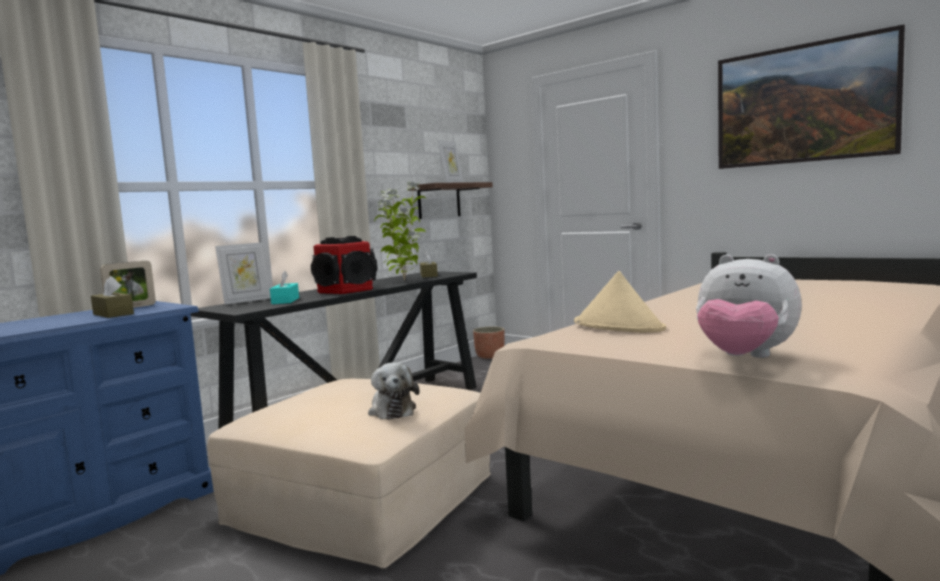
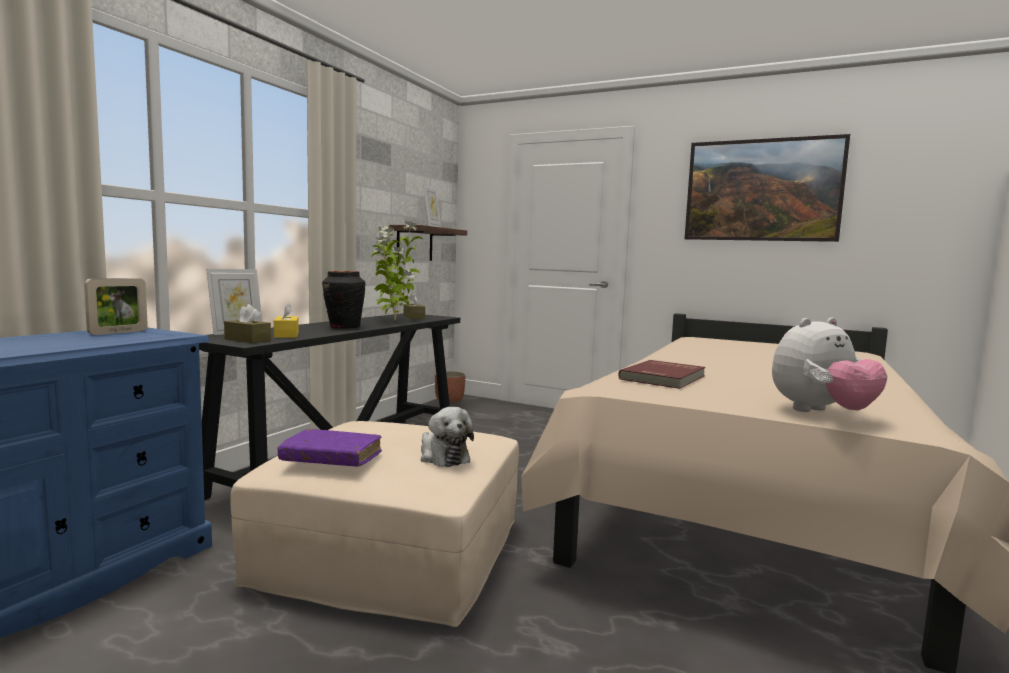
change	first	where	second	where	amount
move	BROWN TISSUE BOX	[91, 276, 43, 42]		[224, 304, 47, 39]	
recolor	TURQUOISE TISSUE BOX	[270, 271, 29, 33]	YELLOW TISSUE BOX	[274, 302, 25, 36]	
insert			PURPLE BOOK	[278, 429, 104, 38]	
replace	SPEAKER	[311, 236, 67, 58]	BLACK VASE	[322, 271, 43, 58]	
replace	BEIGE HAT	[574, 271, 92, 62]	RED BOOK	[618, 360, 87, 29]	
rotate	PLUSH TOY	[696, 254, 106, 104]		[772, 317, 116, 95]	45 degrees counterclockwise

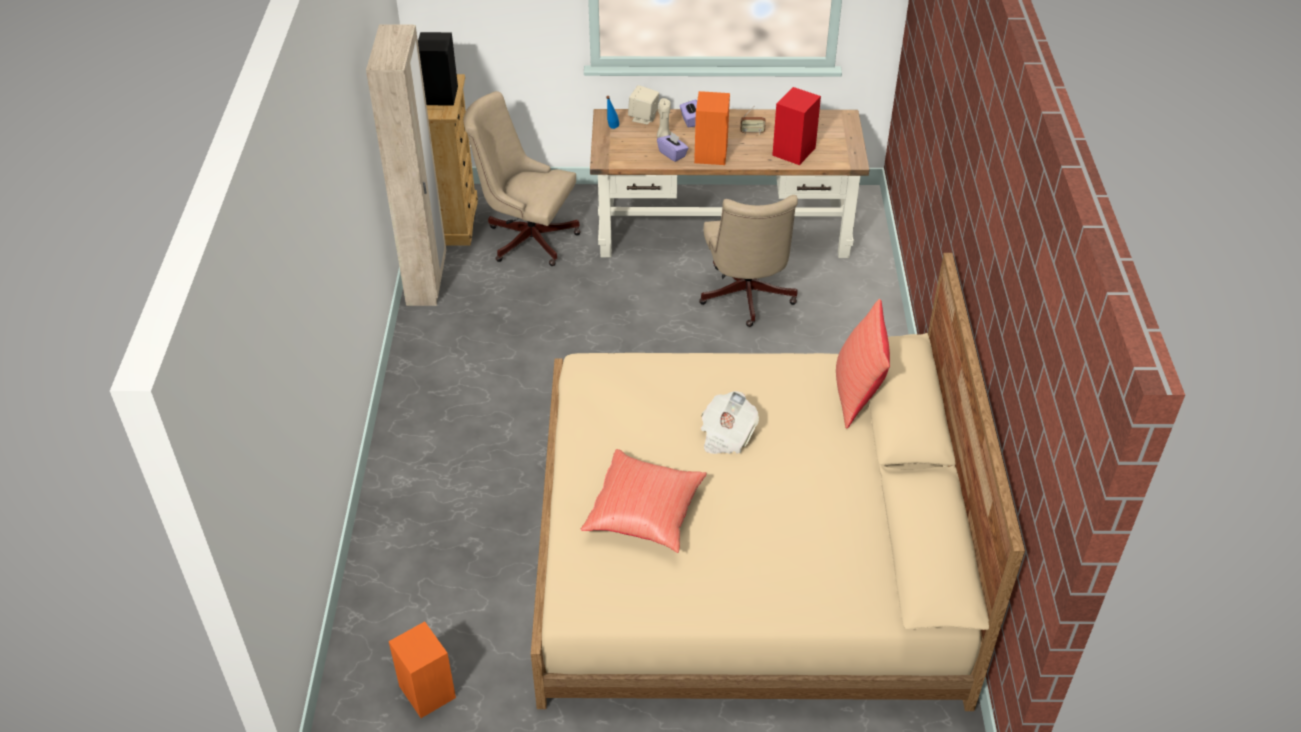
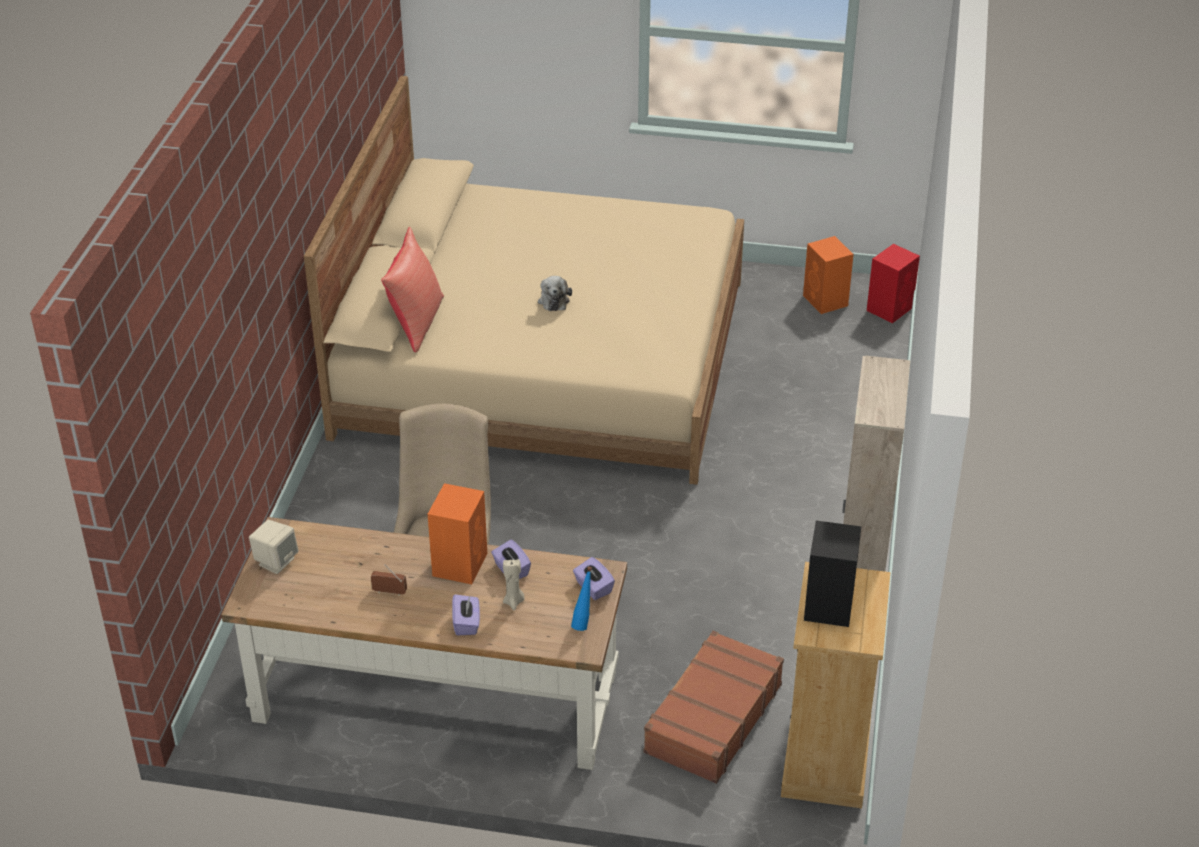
change	first	where	second	where	amount
move	BEIGE SPEAKER	[628, 85, 31, 39]		[249, 520, 50, 54]	
replace	NEWSPAPER	[701, 391, 58, 63]	PLUSH TOY	[538, 276, 34, 35]	
insert			PURPLE TISSUE BOX	[573, 557, 42, 43]	
replace	BEIGE OFFICE CHAIR	[464, 91, 117, 175]	BROWN SUITCASE	[644, 631, 140, 153]	
move	RED SPEAKER	[772, 87, 49, 78]		[867, 244, 53, 79]	
delete	RED PILLOW	[581, 449, 126, 104]			

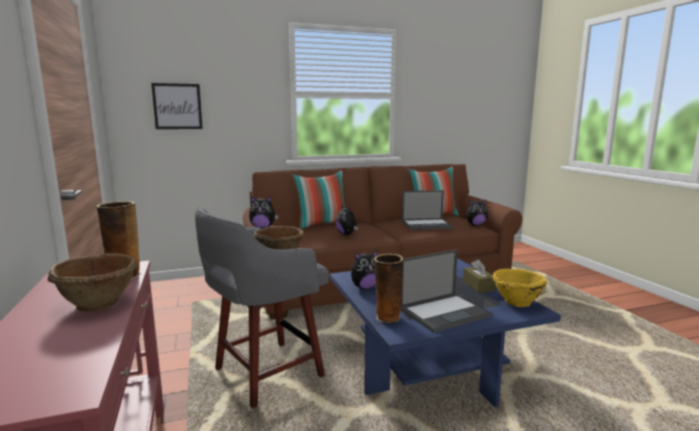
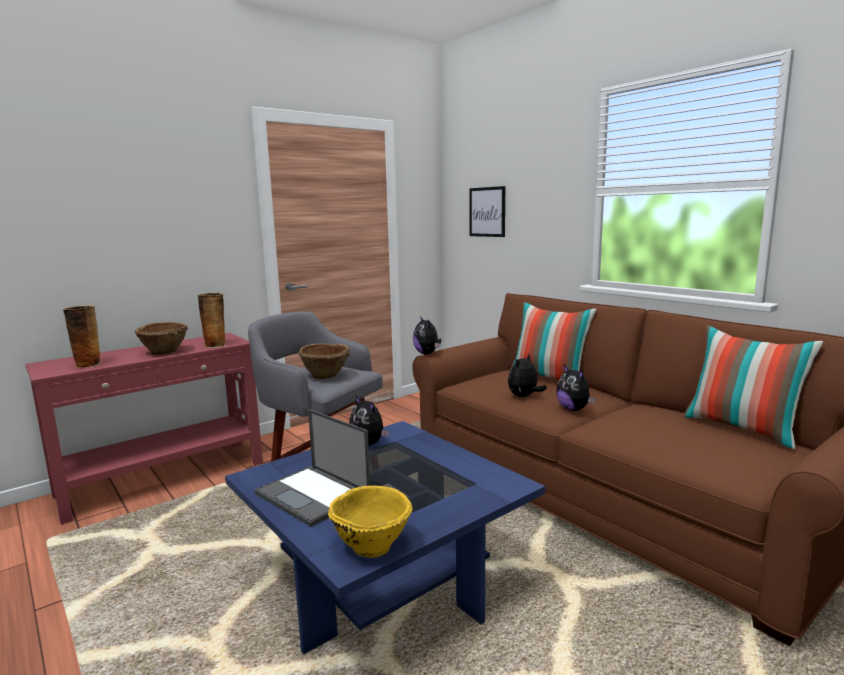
change	first	where	second	where	amount
move	VASE	[374, 254, 29, 69]		[63, 305, 38, 63]	
move	PLUSH TOY	[466, 200, 22, 26]		[556, 365, 40, 46]	
delete	LAPTOP	[402, 190, 51, 40]			
delete	BROWN TISSUE BOX	[463, 259, 32, 34]			

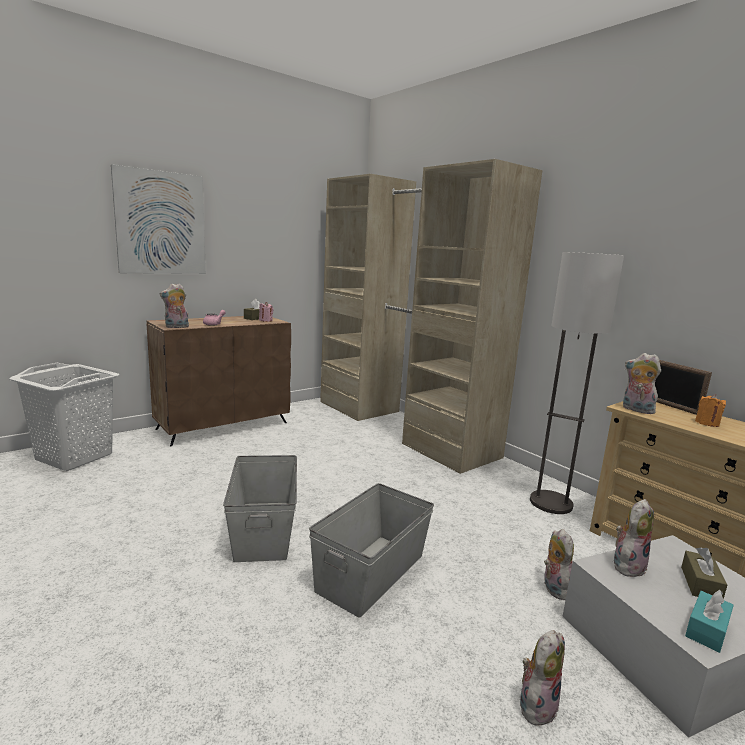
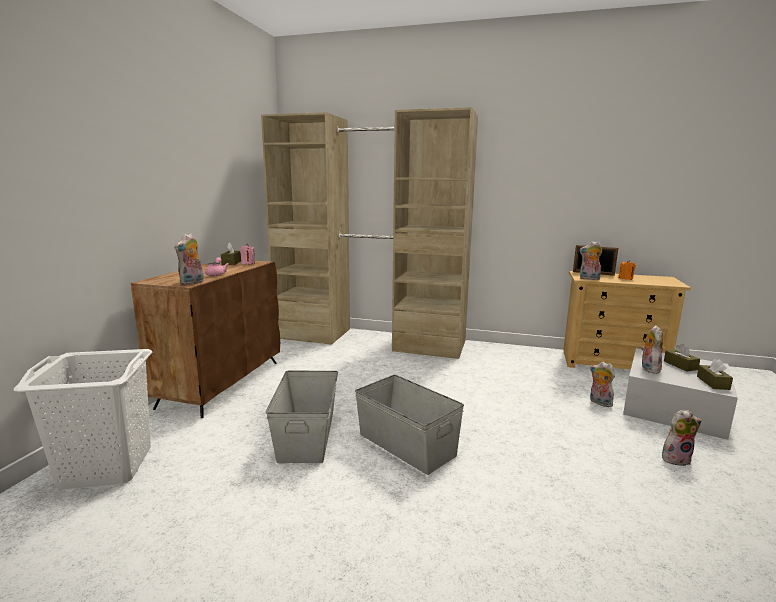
change	first	where	second	where	amount
move	GREY STORAGE BOX	[309, 483, 125, 134]		[266, 371, 72, 92]	
rotate	PLUSH TOY	[520, 630, 45, 100]		[662, 410, 39, 56]	75 degrees clockwise
recolor	TURQUOISE TISSUE BOX	[685, 590, 49, 63]	BROWN TISSUE BOX	[697, 359, 36, 31]	
delete	PICTURE	[111, 164, 95, 110]			
delete	FLOOR LAMP	[530, 252, 94, 262]			

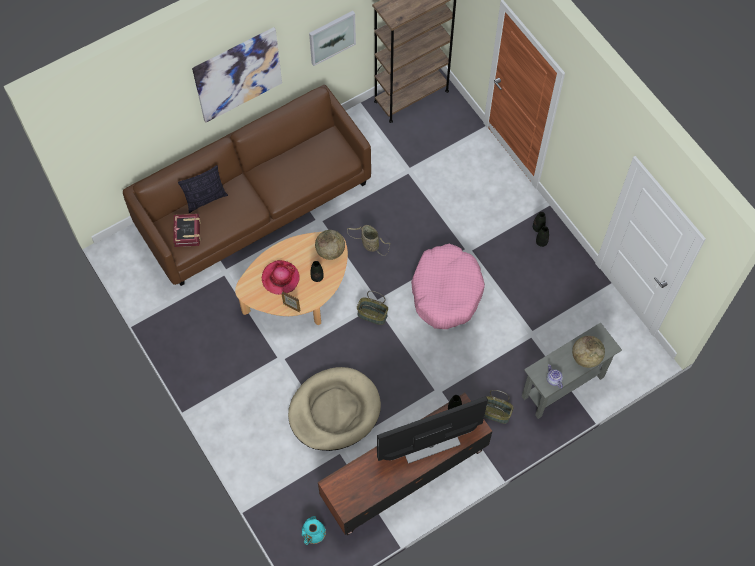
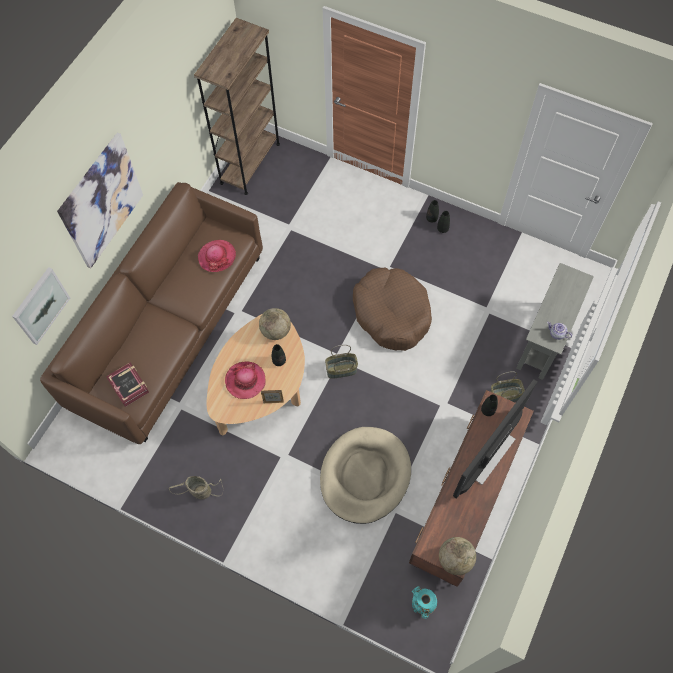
change	first	where	second	where	amount
move	PICTURE	[309, 11, 47, 55]		[12, 267, 58, 78]	
move	BASKET	[347, 225, 44, 31]		[169, 476, 54, 24]	
insert			HAT	[198, 240, 38, 32]	
recolor	PINK DOG BED	[411, 244, 74, 85]	BROWN DOG BED	[353, 268, 79, 83]	
move	GLOBE	[572, 336, 33, 32]		[439, 537, 37, 38]	
delete	PILLOW	[178, 165, 50, 48]			

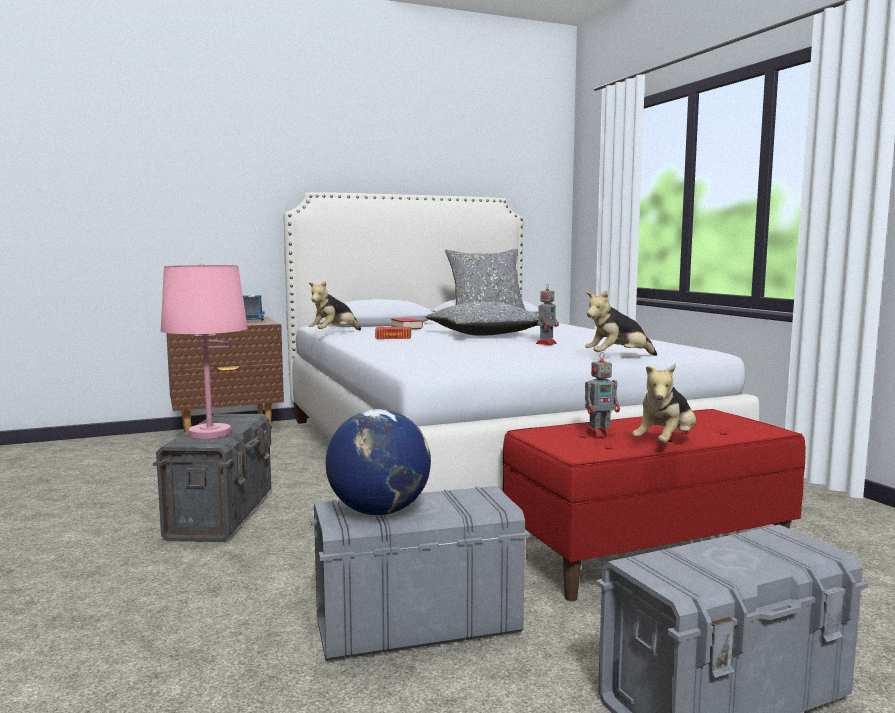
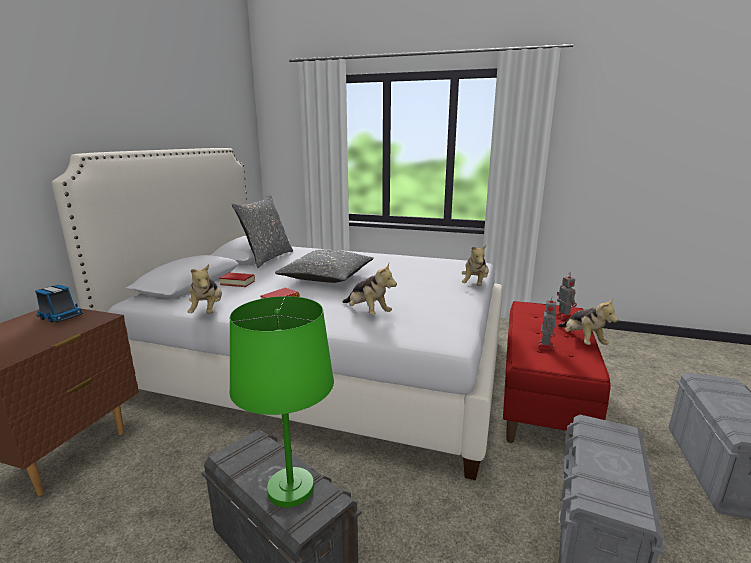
change	first	where	second	where	amount
recolor	PINK TABLE LAMP	[161, 263, 87, 176]	GREEN TABLE LAMP	[229, 296, 105, 211]	
insert			PLUSH TOY	[343, 263, 54, 52]	
move	TOY ROBOT	[536, 283, 23, 62]		[556, 272, 21, 47]	
delete	GLOBE	[326, 409, 105, 106]			

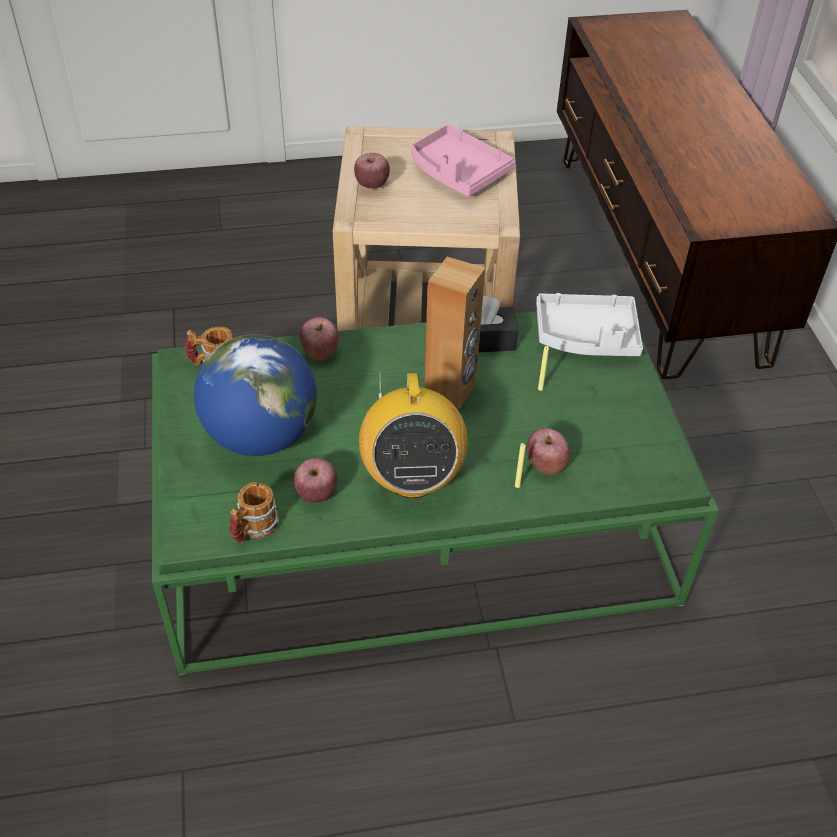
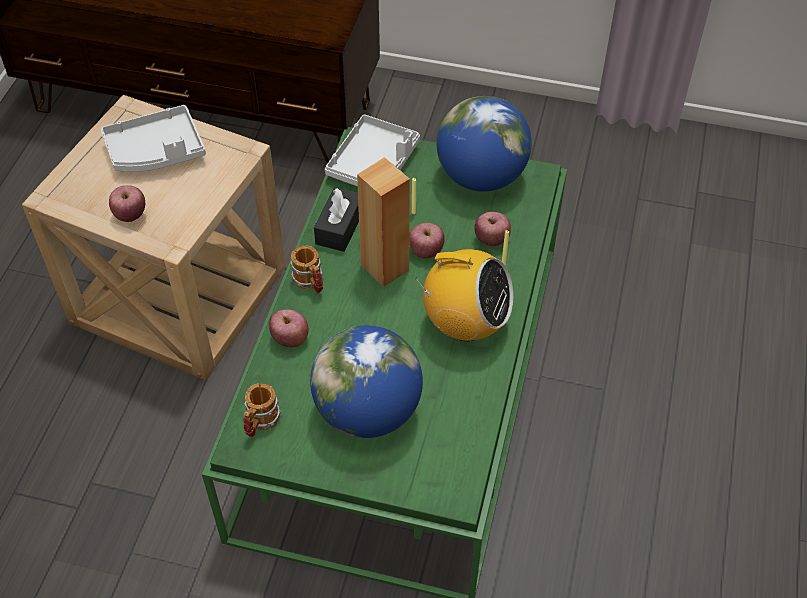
change	first	where	second	where	amount
recolor	PINK TRAY	[411, 124, 103, 73]	GREY TRAY	[101, 105, 105, 67]	
move	MUG	[230, 482, 49, 61]		[290, 245, 33, 48]	
move	APPLE	[294, 458, 44, 45]		[409, 223, 36, 35]	
insert			GLOBE	[437, 96, 95, 96]	

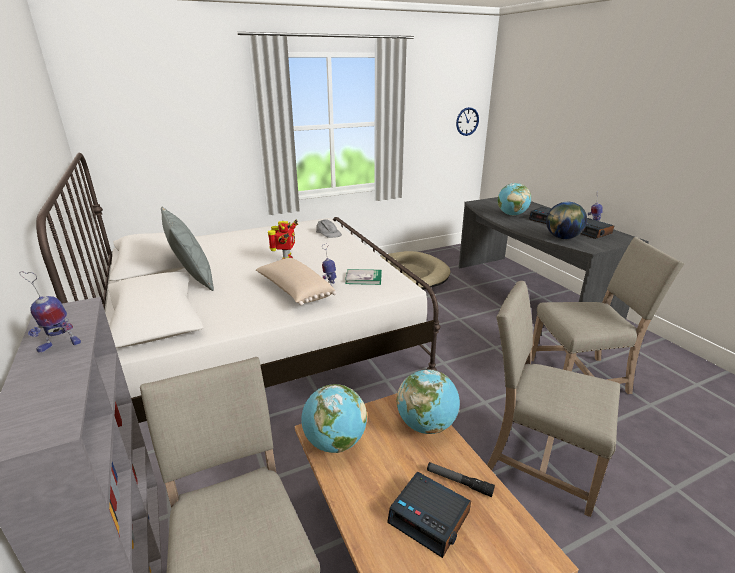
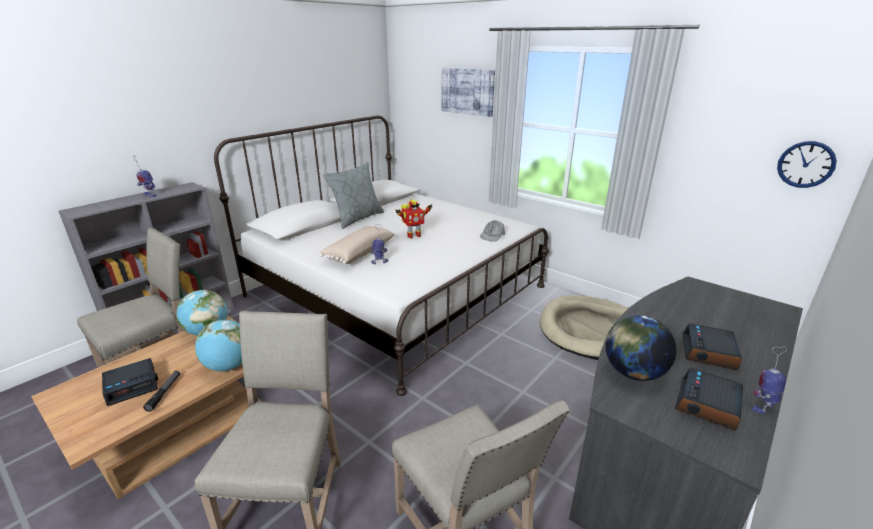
change	first	where	second	where	amount
rotate	ALARM CLOCK	[387, 472, 84, 86]		[102, 358, 56, 48]	135 degrees counterclockwise
insert			PICTURE	[442, 68, 53, 49]	
delete	BOOK	[345, 269, 37, 16]			
delete	GLOBE	[497, 183, 34, 33]			

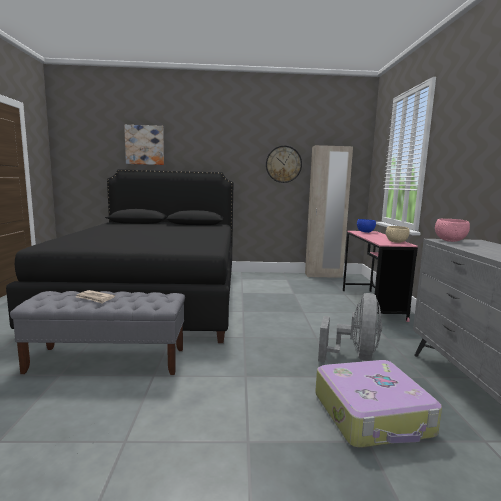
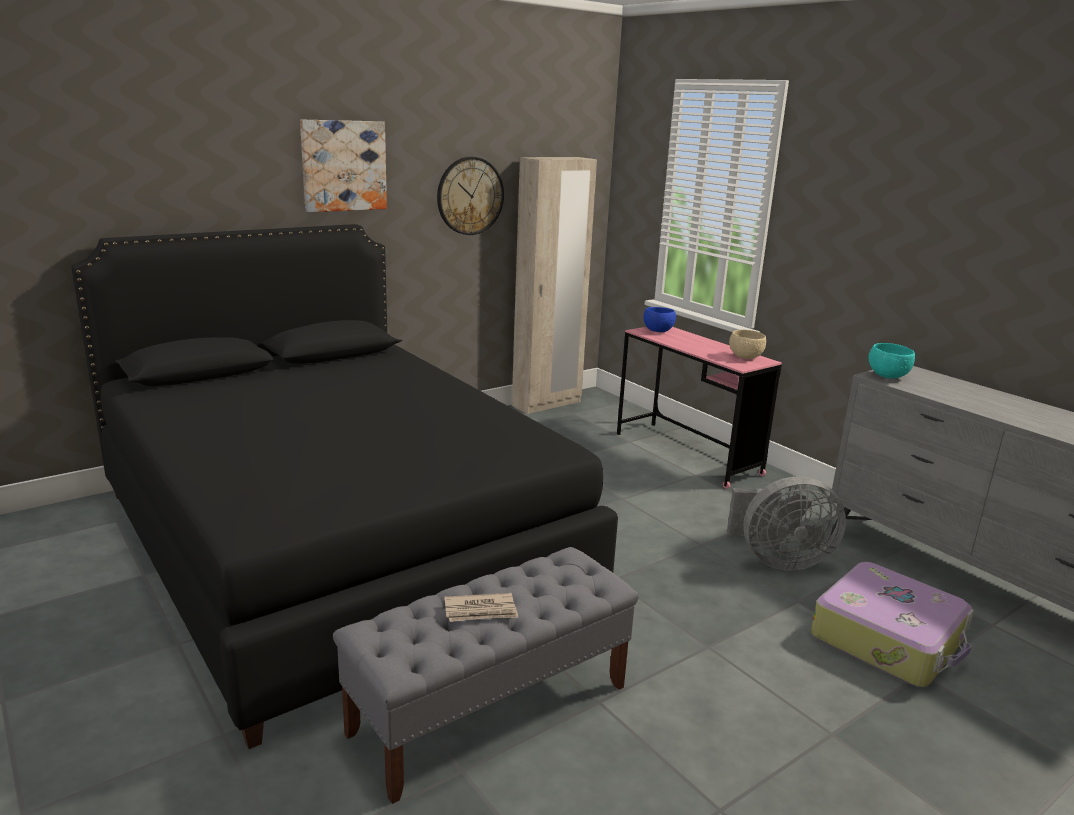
change	first	where	second	where	amount
move	PICTURE	[124, 125, 40, 40]		[300, 120, 87, 92]	
rotate	GREY FAN	[318, 293, 64, 69]		[727, 476, 119, 95]	105 degrees clockwise
recolor	PINK BOWL	[435, 219, 35, 23]	TURQUOISE BOWL	[868, 343, 47, 36]	

